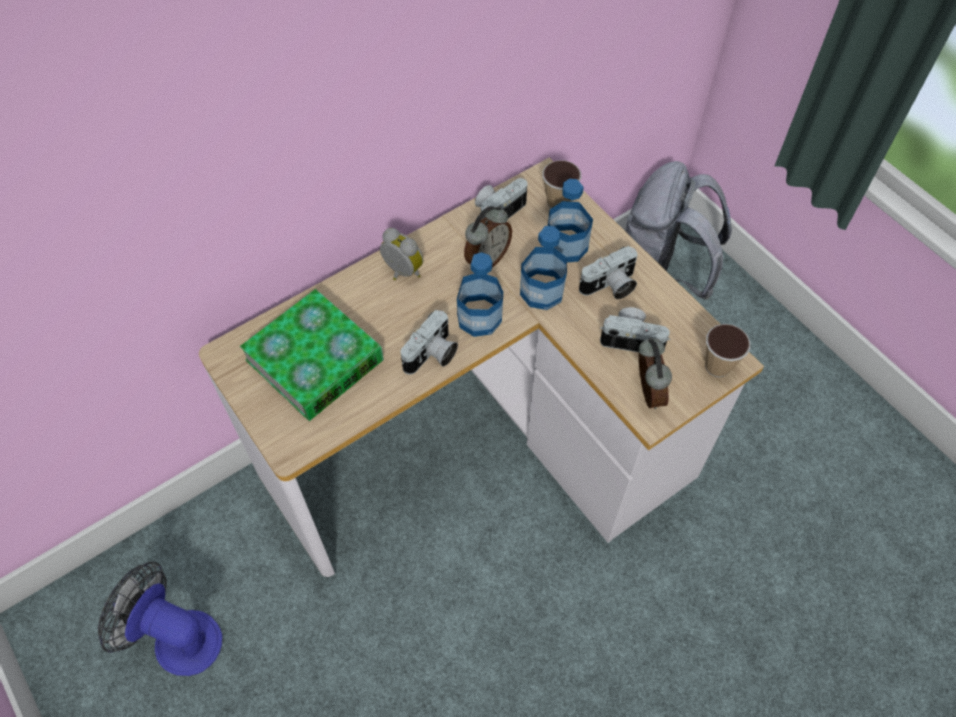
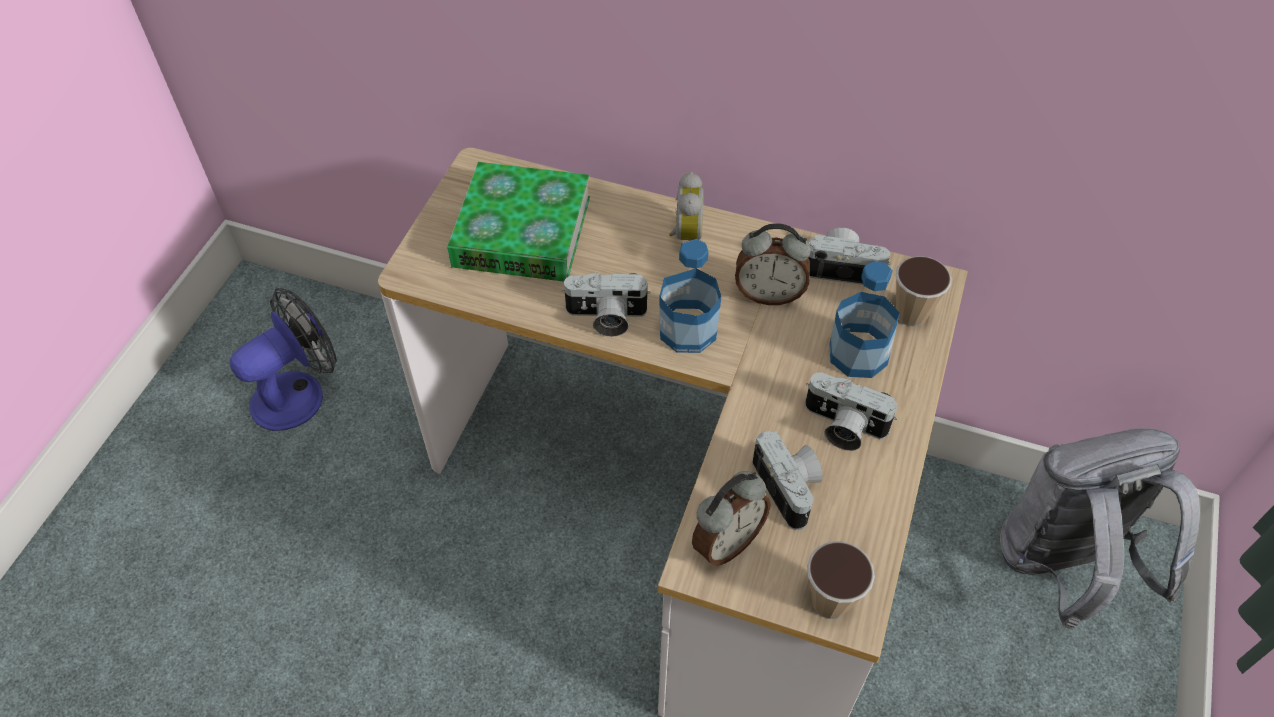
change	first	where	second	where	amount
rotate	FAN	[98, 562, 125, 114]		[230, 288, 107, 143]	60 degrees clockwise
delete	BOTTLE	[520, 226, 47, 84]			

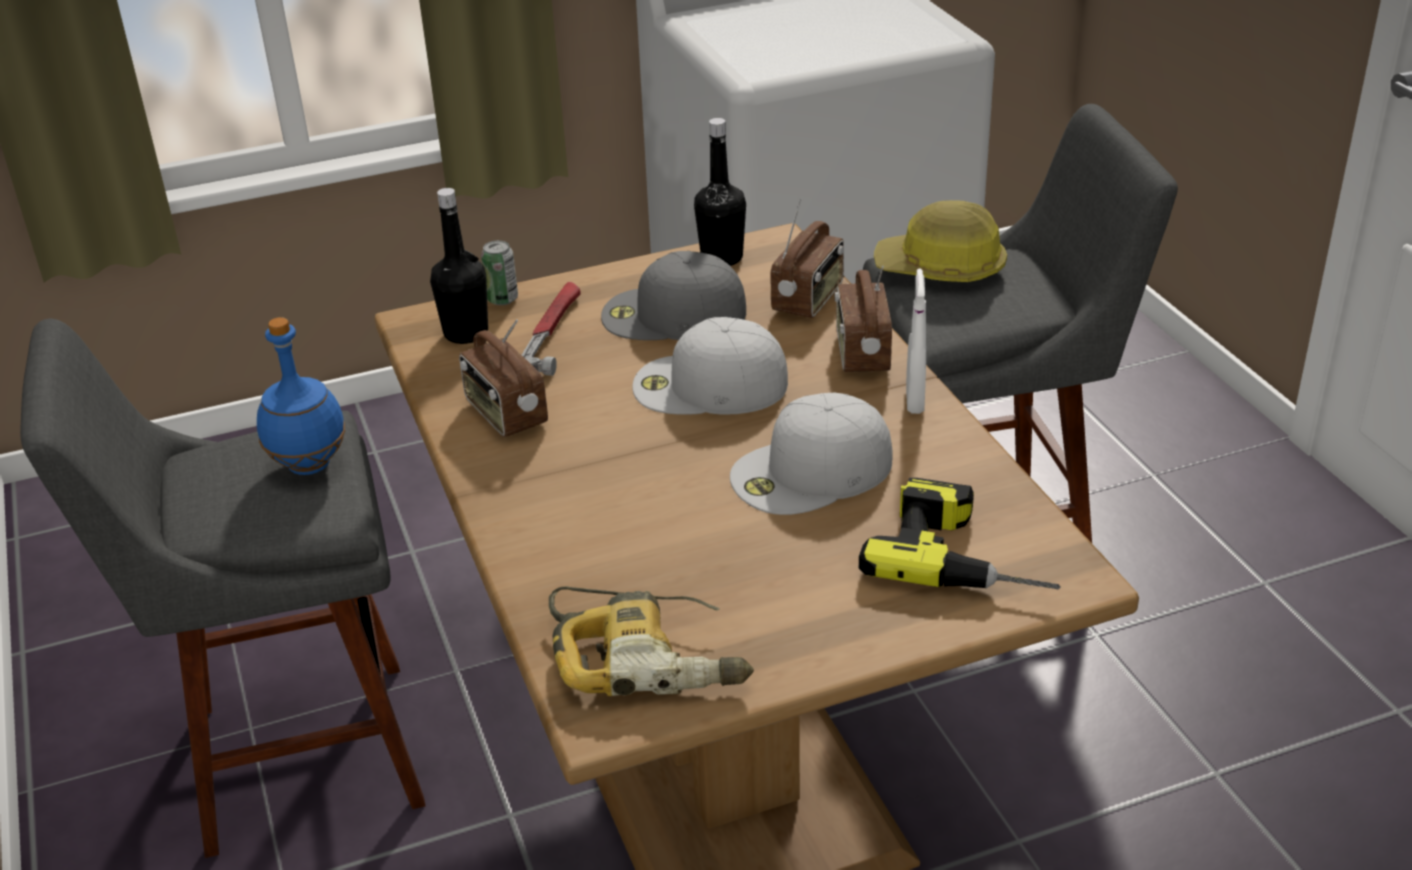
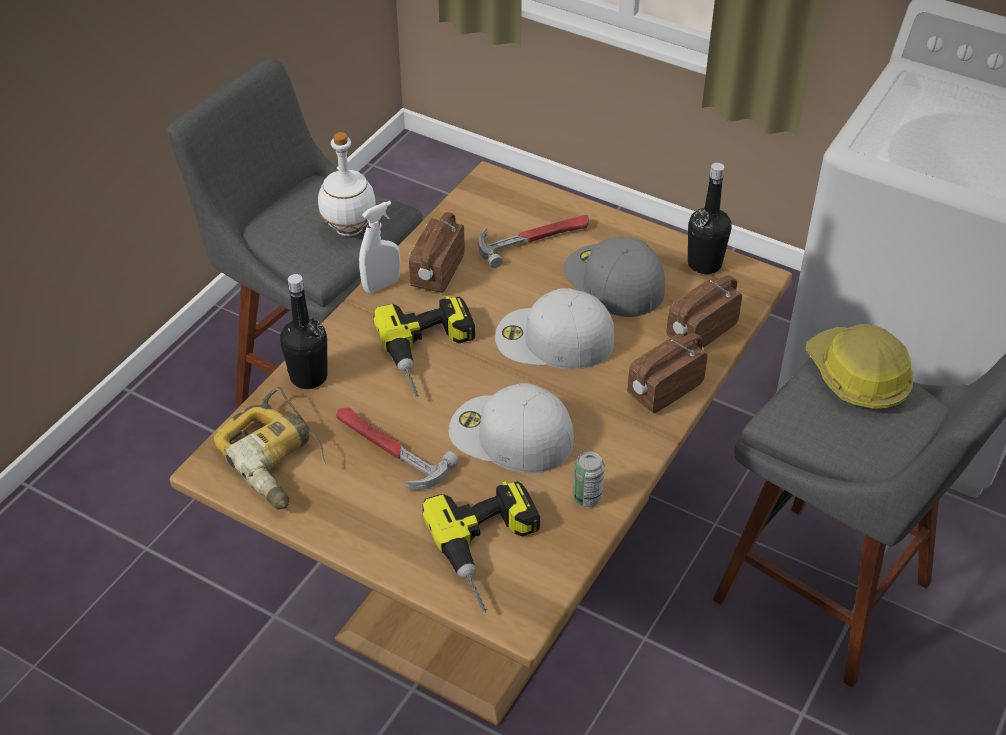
change	first	where	second	where	amount
move	BLACK BOTTLE	[430, 188, 58, 156]		[280, 274, 47, 115]	
recolor	BLUE BOTTLE	[257, 317, 88, 158]	WHITE BOTTLE	[318, 132, 58, 104]	
insert			HAMMER	[336, 408, 123, 82]	
move	WHITE SPRAY BOTTLE	[906, 268, 20, 146]		[359, 201, 41, 92]	
insert			POWER DRILL	[373, 296, 102, 102]	
rotate	WHITE CAP	[632, 317, 156, 98]		[495, 288, 120, 81]	45 degrees counterclockwise
move	CAN	[481, 240, 37, 65]		[573, 452, 32, 55]	
rotate	RADIO	[771, 198, 73, 120]		[666, 275, 76, 73]	150 degrees clockwise

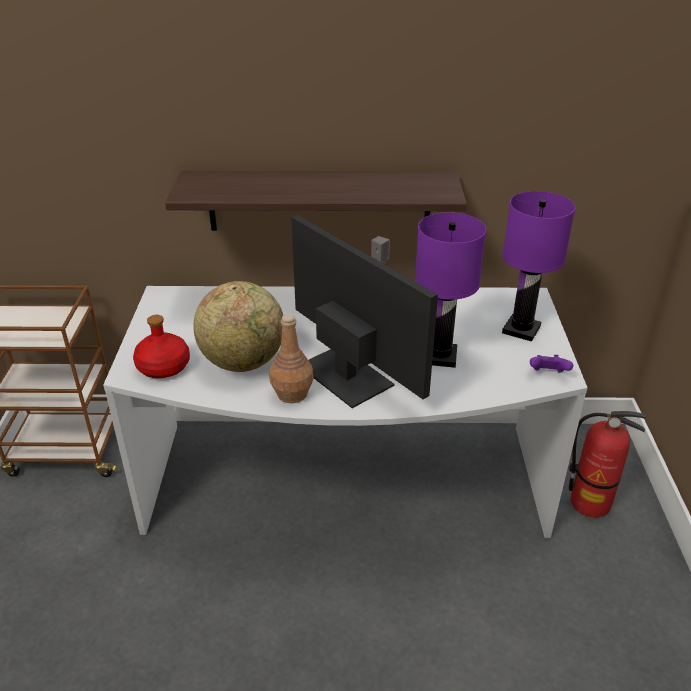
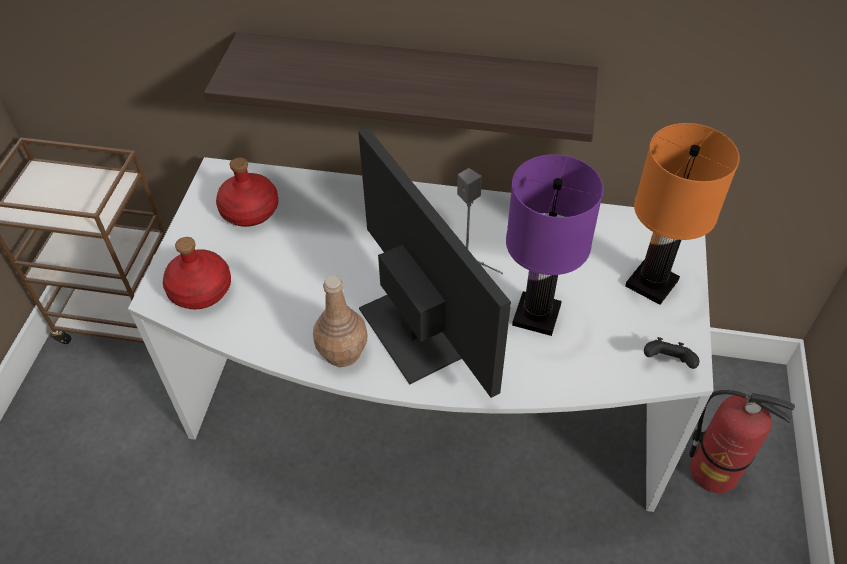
change	first	where	second	where	amount
insert			RED BOTTLE	[216, 157, 62, 70]	
recolor	PURPLE TABLE LAMP	[502, 191, 73, 151]	ORANGE TABLE LAMP	[625, 123, 115, 182]	
recolor	PURPLE GAME CONTROLLER	[530, 355, 43, 18]	BLACK GAME CONTROLLER	[644, 337, 55, 32]	
delete	GLOBE	[193, 281, 90, 91]			

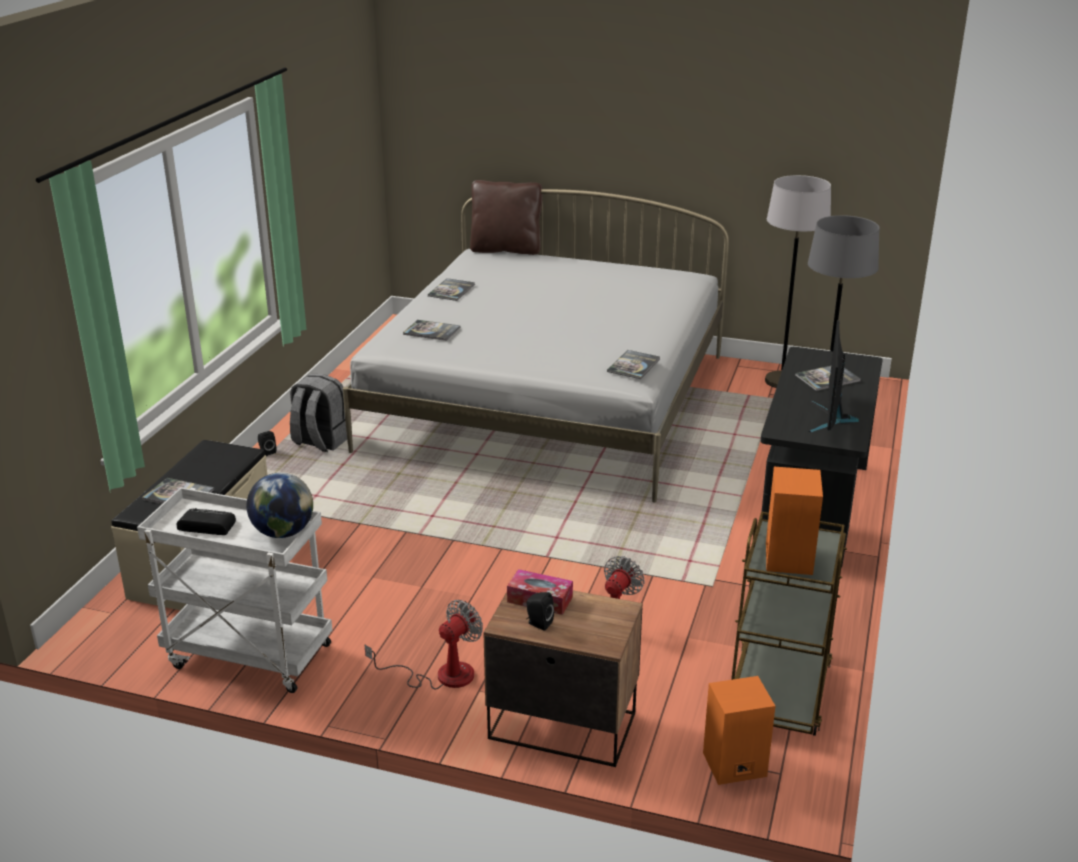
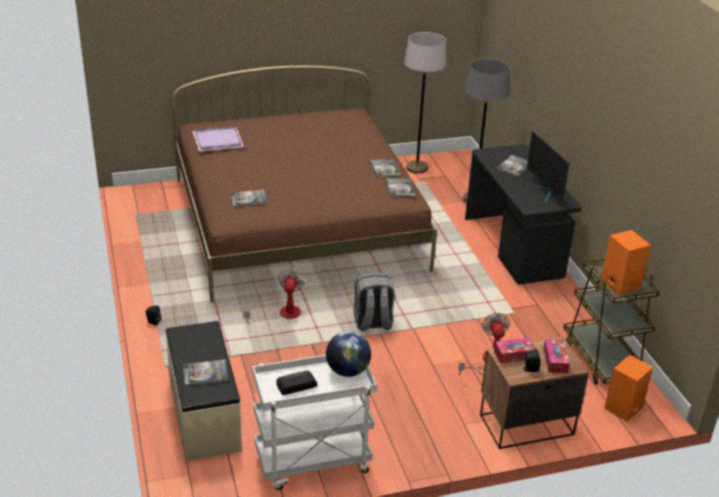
change	first	where	second	where	amount
recolor	WHITE BED	[343, 189, 386, 313]	BROWN BED	[172, 65, 265, 238]	
insert			PURPLE TRAY	[192, 126, 52, 26]	
move	FAN	[364, 600, 119, 90]		[244, 269, 61, 57]	
move	GREY BACKPACK	[290, 374, 57, 78]		[353, 273, 42, 58]	
move	BOOK	[428, 278, 47, 23]		[370, 158, 31, 20]	
insert			TISSUE BOX	[543, 339, 27, 34]	
delete	BROWN PILLOW	[470, 180, 73, 75]			

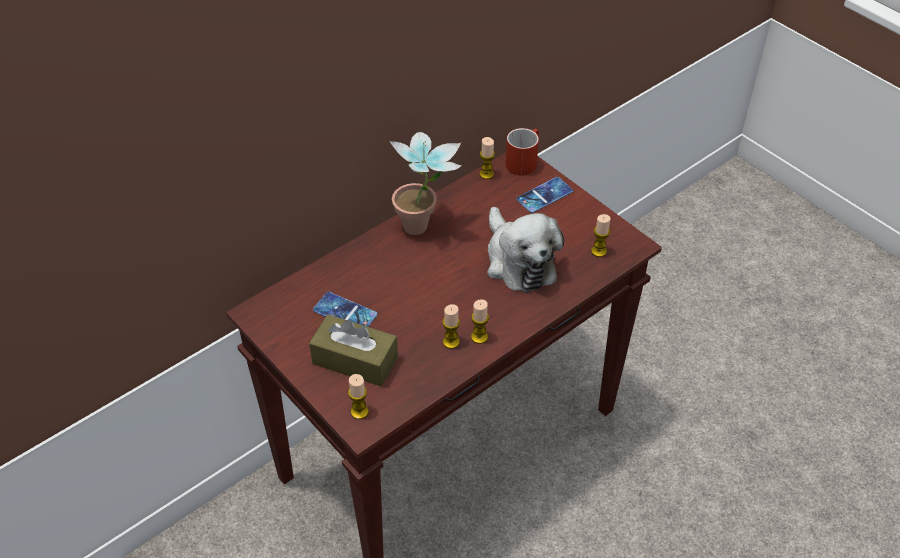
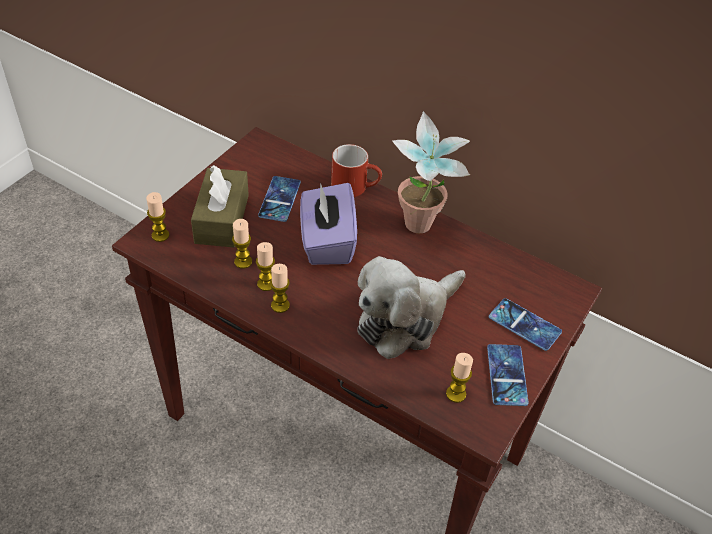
change	first	where	second	where	amount
move	CANDLE	[479, 137, 16, 42]		[232, 219, 20, 50]	
insert			PURPLE TISSUE BOX	[300, 183, 57, 82]	
move	RED MUG	[505, 128, 34, 48]		[331, 144, 51, 53]	
insert			PHONE	[487, 344, 42, 62]	

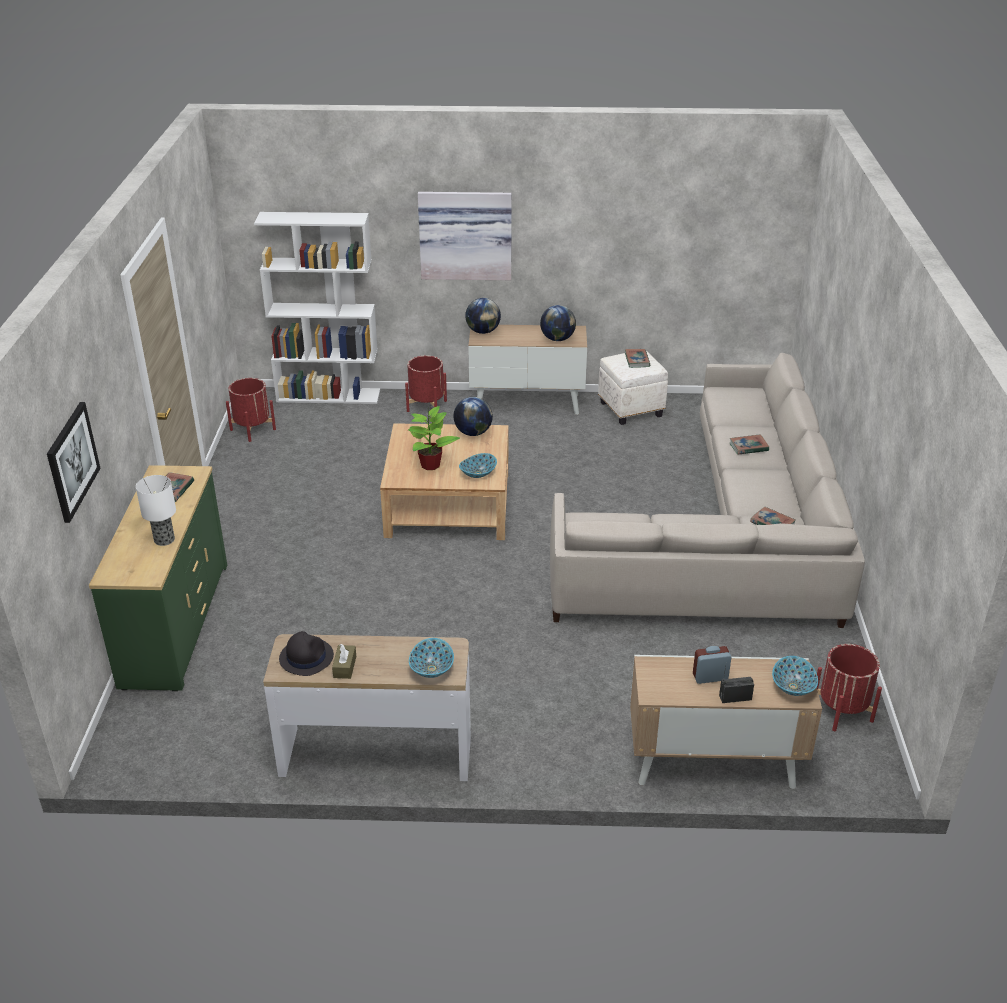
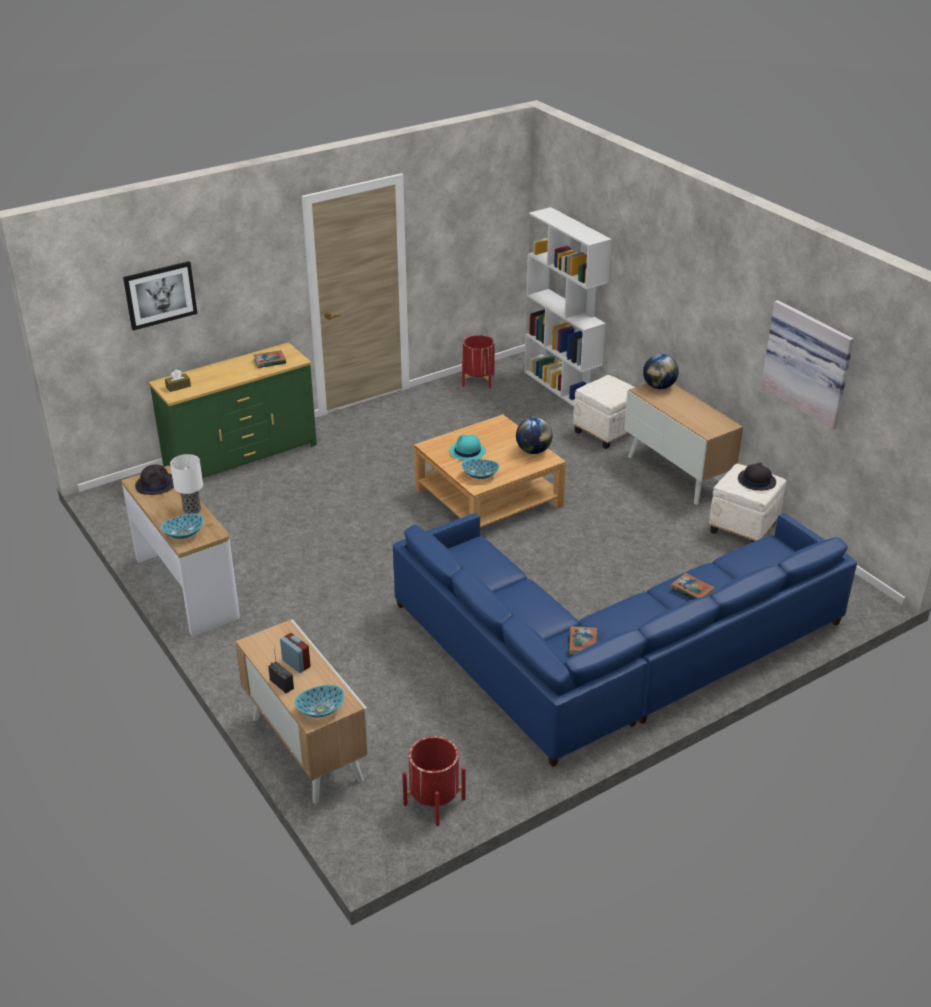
change	first	where	second	where	amount
move	BROWN TISSUE BOX	[332, 644, 24, 35]		[165, 370, 26, 22]	
move	TABLE LAMP	[136, 475, 40, 71]		[170, 454, 33, 60]	
recolor	BEIGE SOFA	[550, 353, 315, 275]	BLUE SOFA	[393, 513, 464, 254]	
replace	POTTED PLANT	[408, 406, 52, 64]	TURQUOISE HAT	[449, 435, 37, 26]	
replace	RED PLANTER	[405, 355, 42, 57]	WHITE OTTOMAN	[573, 375, 62, 74]	
replace	BOOK	[625, 349, 25, 19]	BLACK HAT	[738, 463, 38, 28]	
move	PICTURE	[418, 192, 94, 88]		[761, 300, 93, 129]	
delete	GLOBE	[540, 305, 36, 36]			

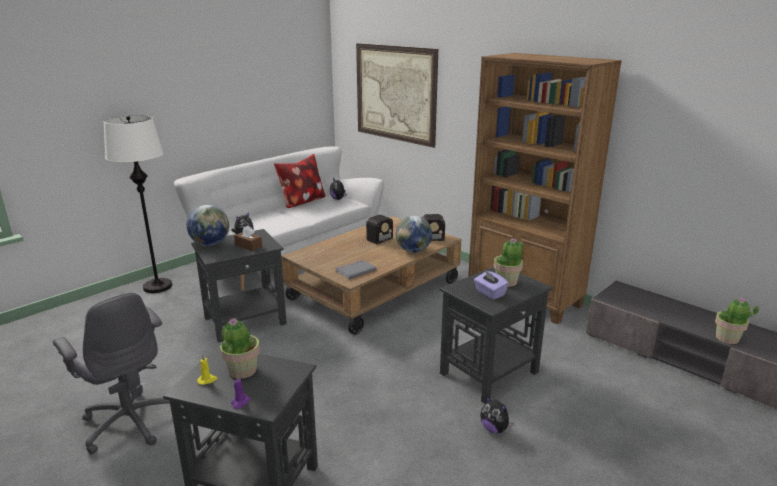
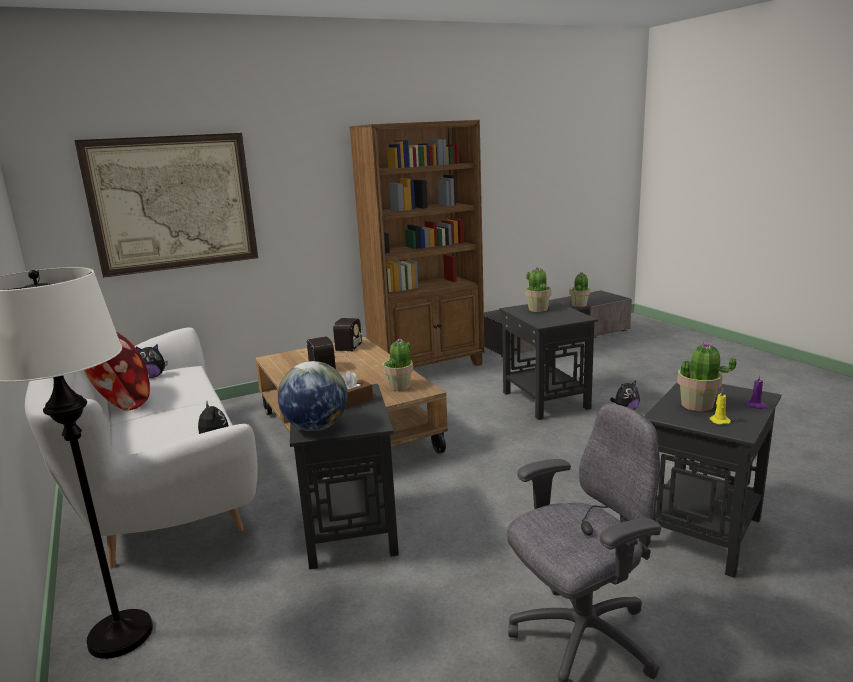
change	first	where	second	where	amount
replace	GREY BOOK	[336, 260, 40, 19]	POTTED PLANT	[383, 338, 30, 53]	
delete	GLOBE	[396, 216, 36, 37]			
delete	PURPLE TISSUE BOX	[474, 270, 35, 30]			

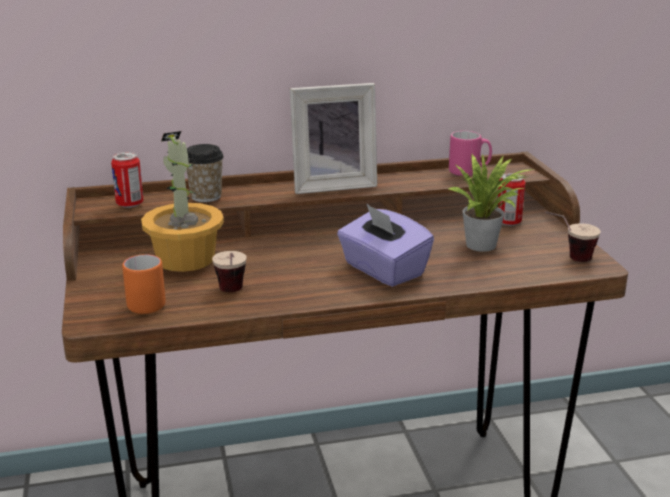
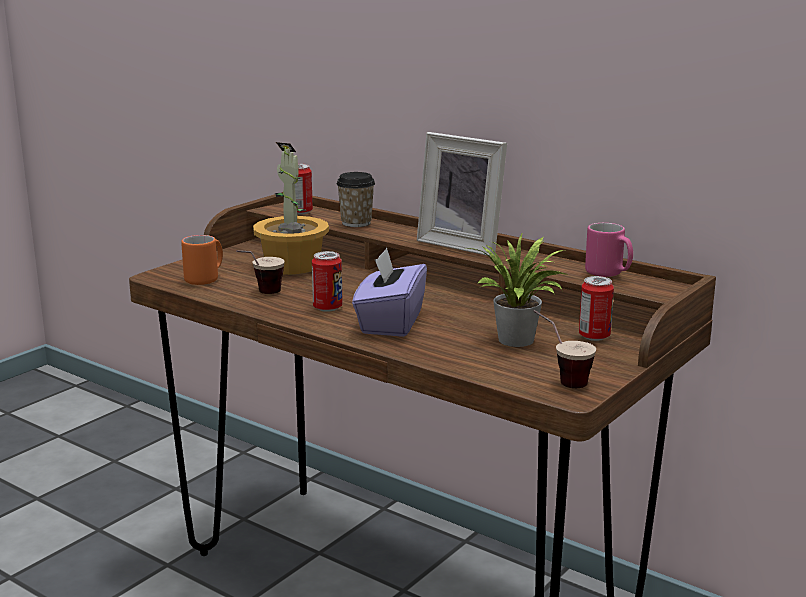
change	first	where	second	where	amount
insert			CAN	[312, 251, 31, 61]	

